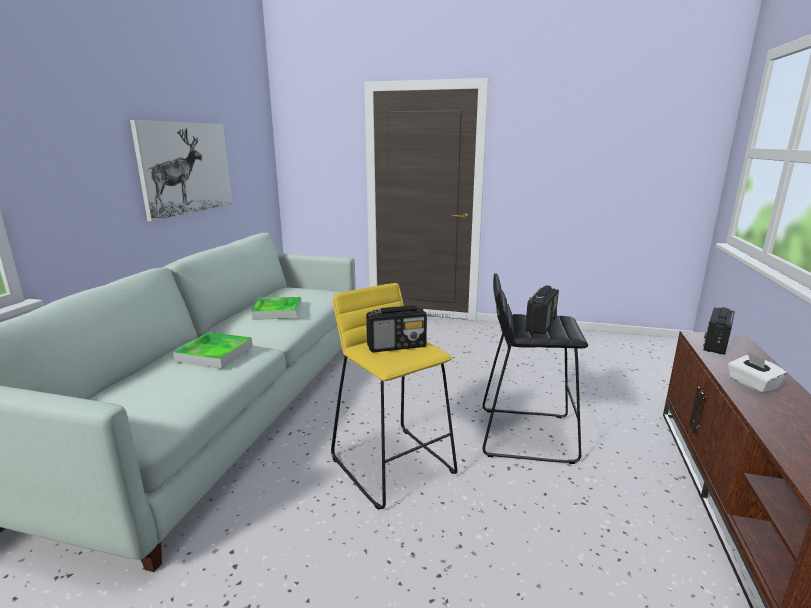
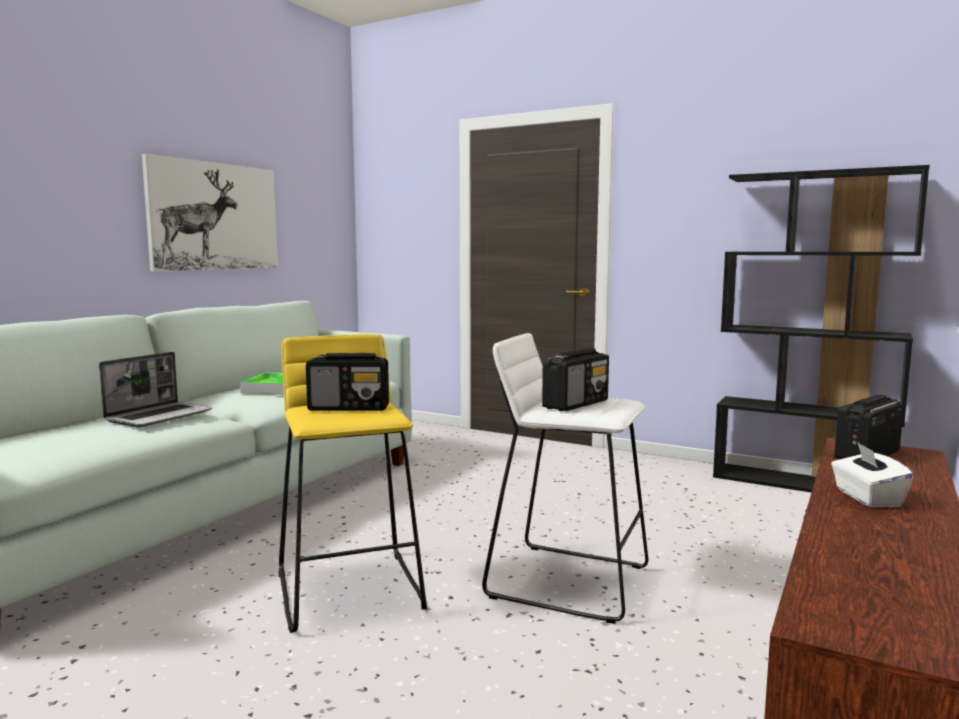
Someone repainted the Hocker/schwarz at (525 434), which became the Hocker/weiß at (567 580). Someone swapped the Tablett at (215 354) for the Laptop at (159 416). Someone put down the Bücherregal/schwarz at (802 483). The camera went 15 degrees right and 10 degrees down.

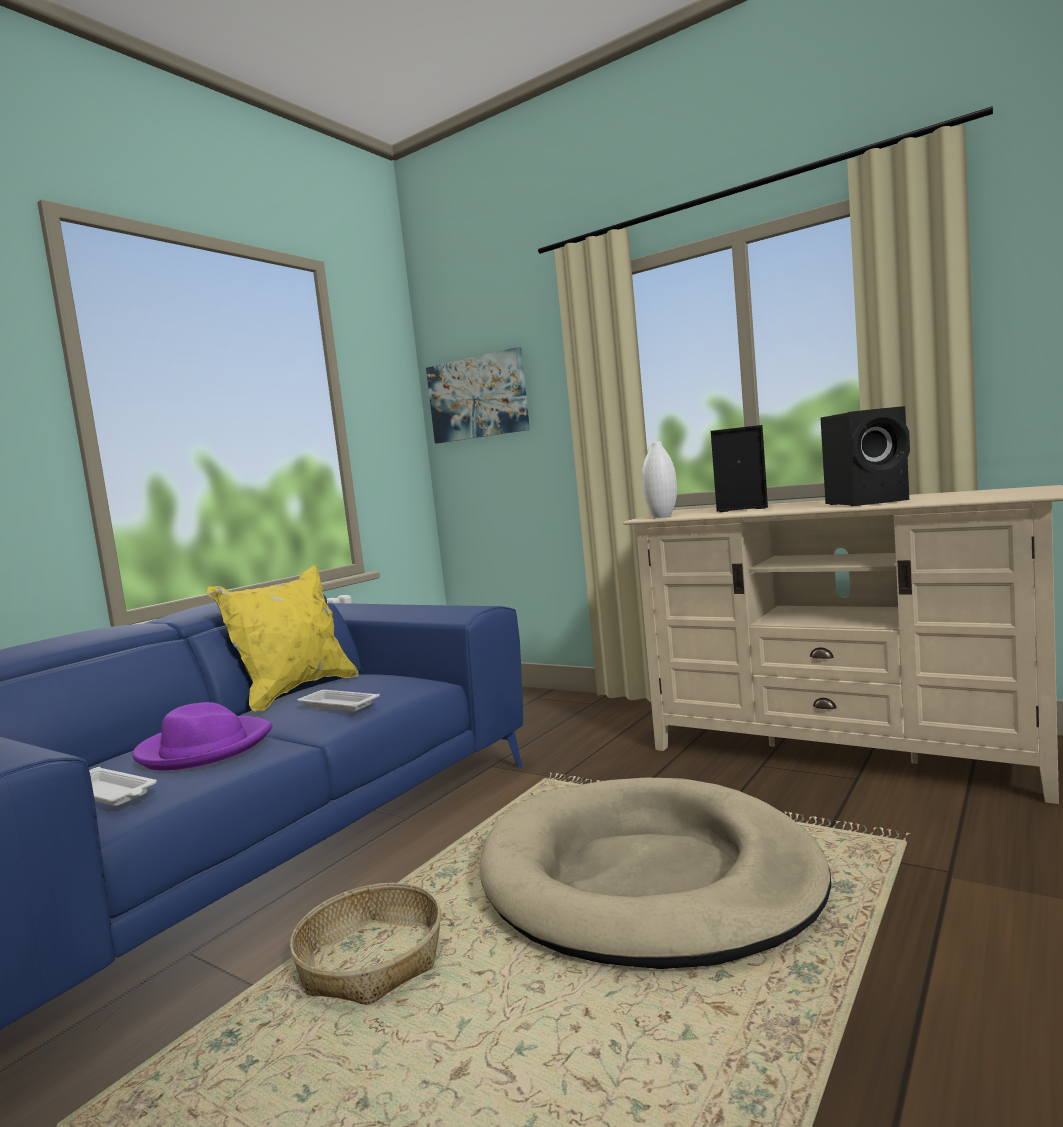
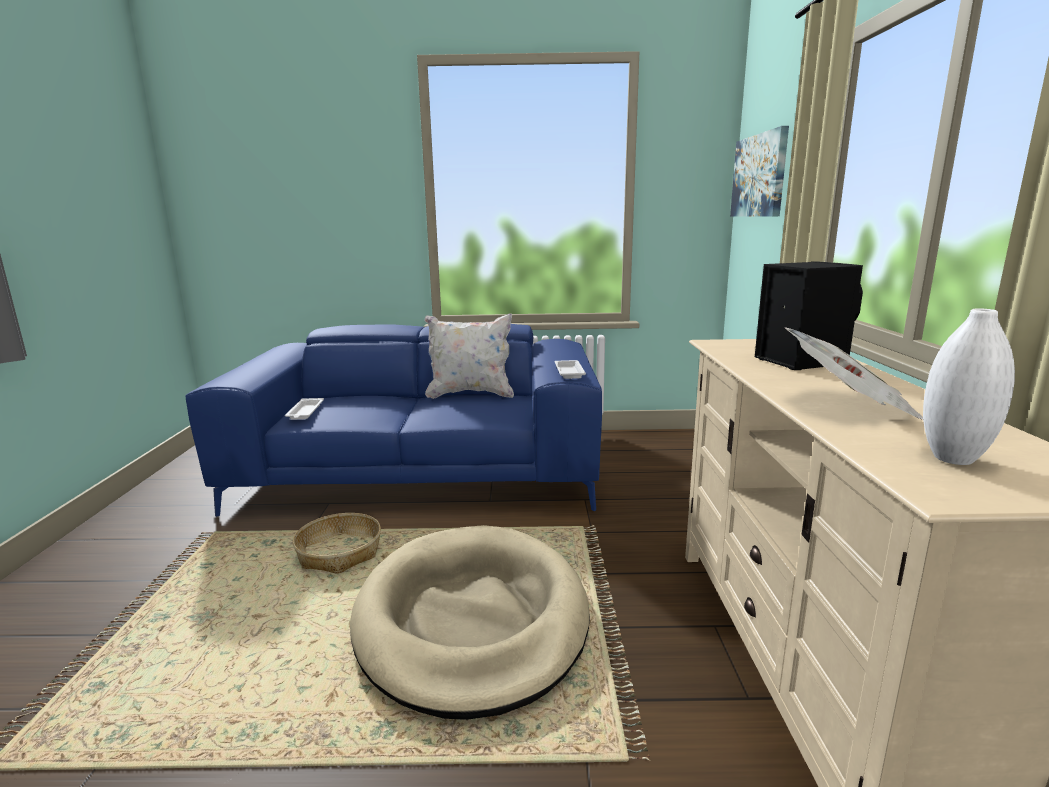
Someone swapped the Lautsprecher/schwarz at (869 502) for the Zeitung at (850 407). Someone carried the Vase/weiß from (662 516) to (953 458). Someone repainted the Kissen/gelb at (295 692), which became the Kissen/weiß at (470 394). Someone carried the Tablett/weiß from (337 705) to (569 372). Someone took away the Hut/lila at (204 748). The camera went 55 degrees right and 10 degrees up.

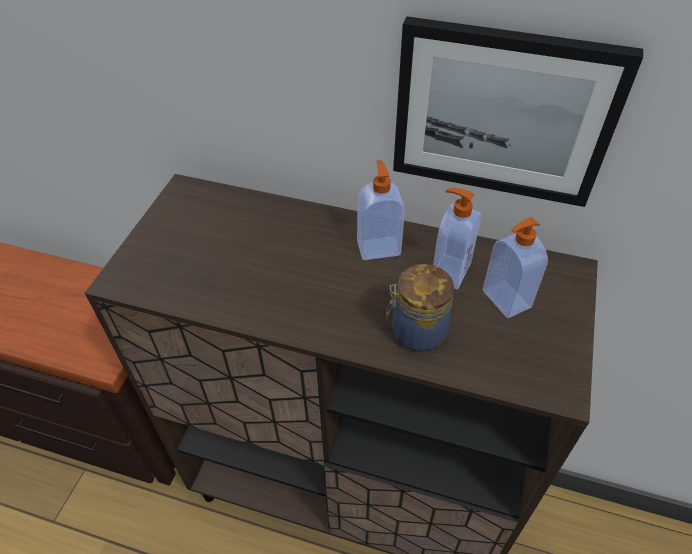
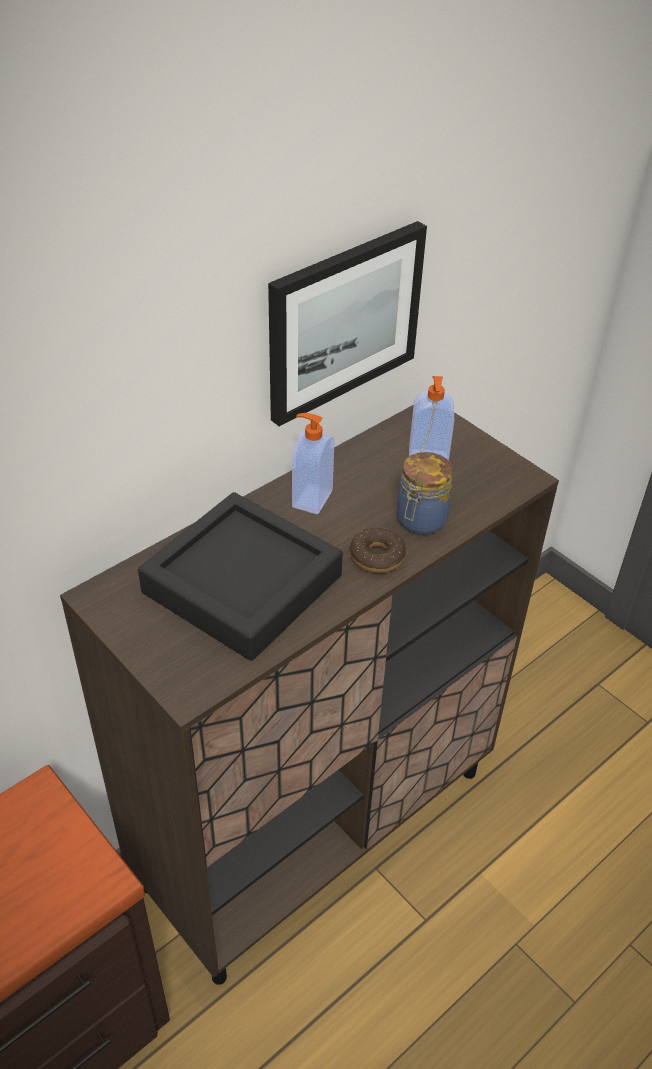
Someone took away the Seifenspender at (449 271). Someone put down the Tablett/schwarz at (242 584). Someone put down the Donut at (377 557). The camera went 60 degrees left and 5 degrees down.

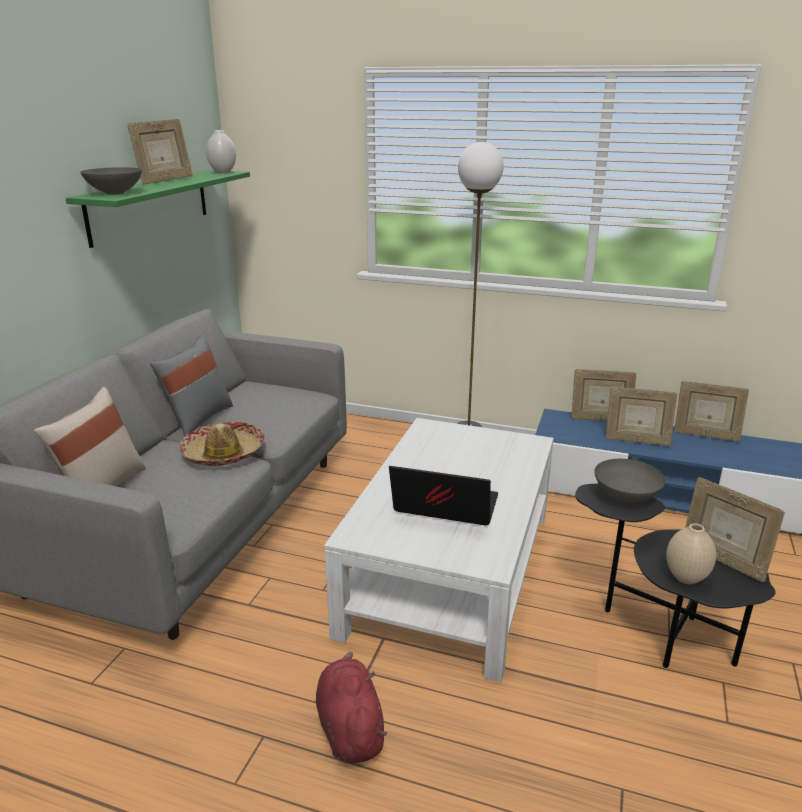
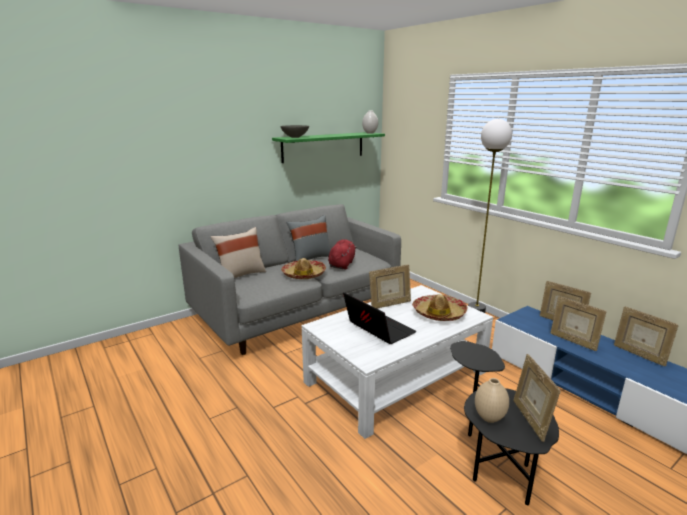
Someone carried the Bilderrahmen from (165 181) to (389 305). Someone took away the Schüssel/grau at (625 497). Someone carried the Plüschtier/rot from (350 727) to (342 264). Someone put down the Hut at (439 313). The camera went 35 degrees right and 5 degrees down.

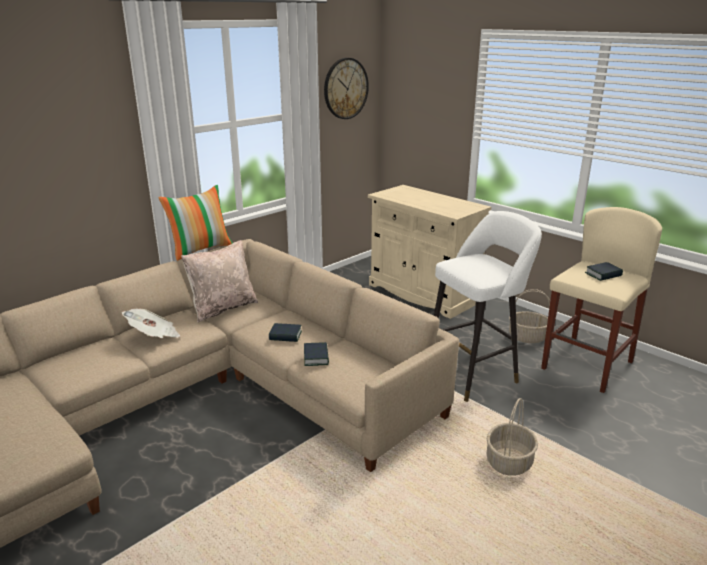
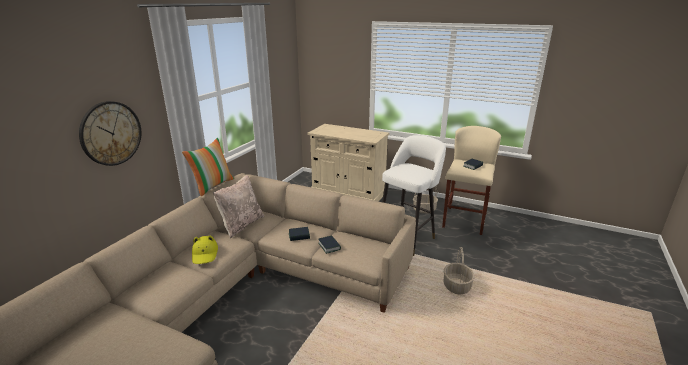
Someone carried the Wanduhr from (345 88) to (111 133). Someone swapped the Zeitung at (154 336) for the Hut/gelb at (205 254). The camera went 20 degrees left and 0 degrees up.

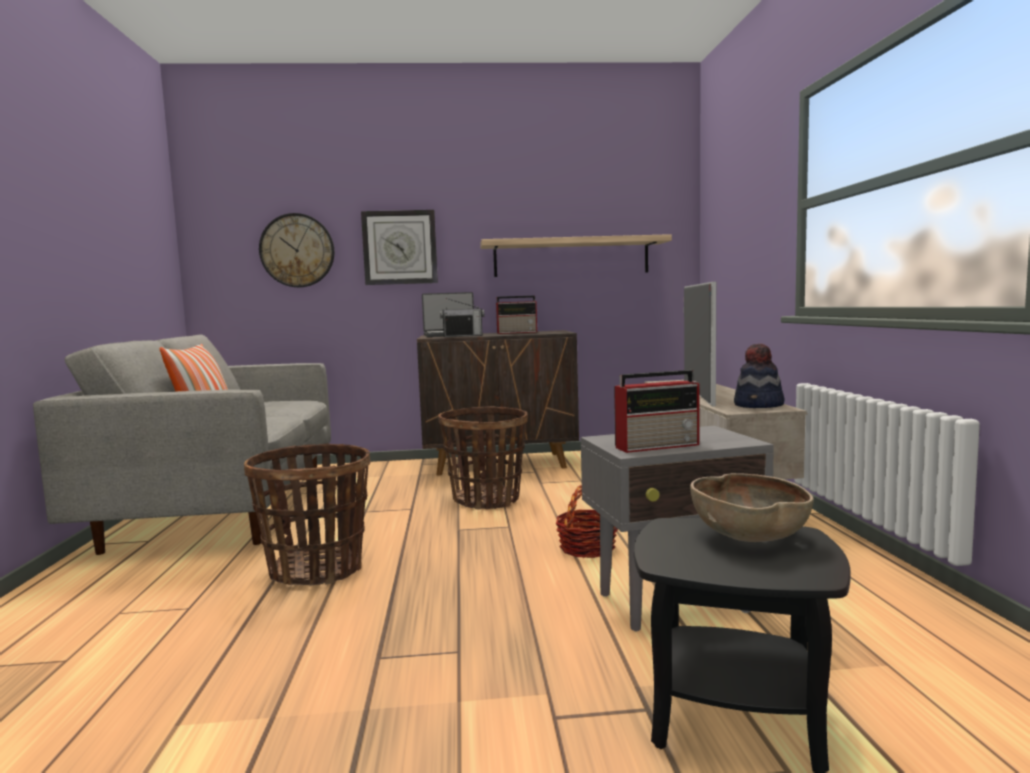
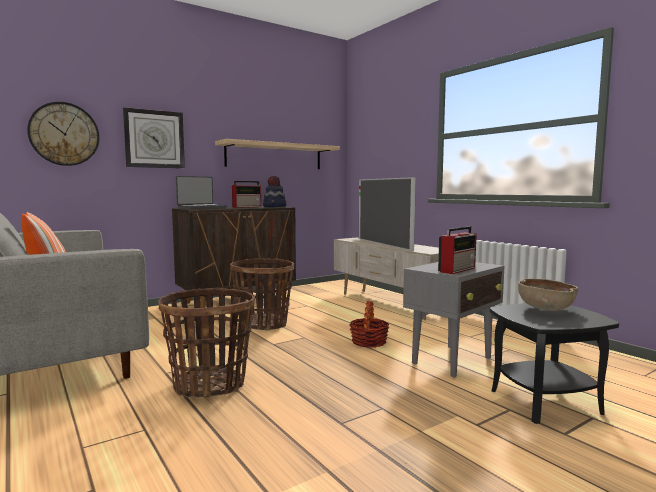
Someone took away the Radio at (463 336). Someone carried the Hut from (759 405) to (275 207). The camera went 30 degrees left and 0 degrees up.

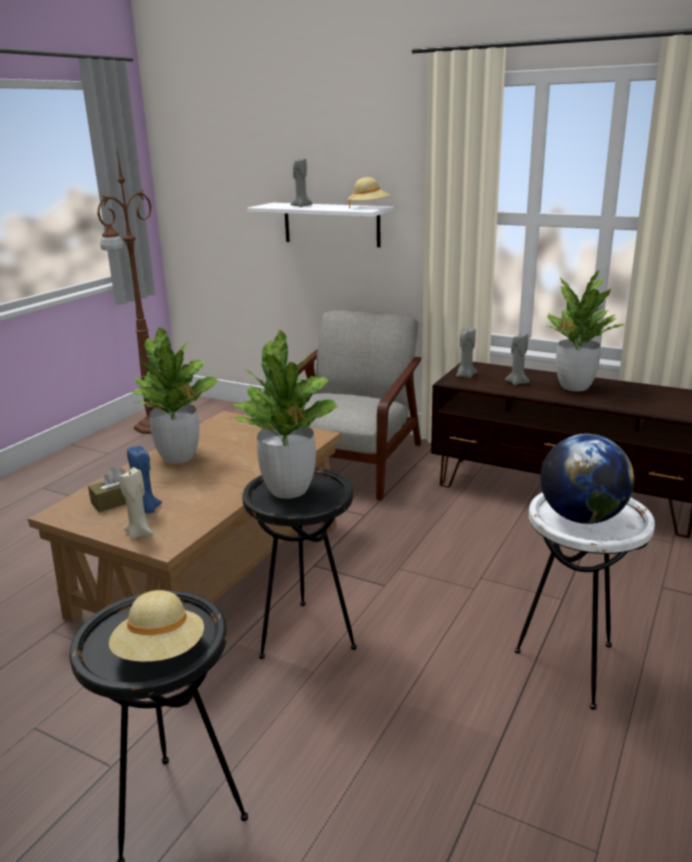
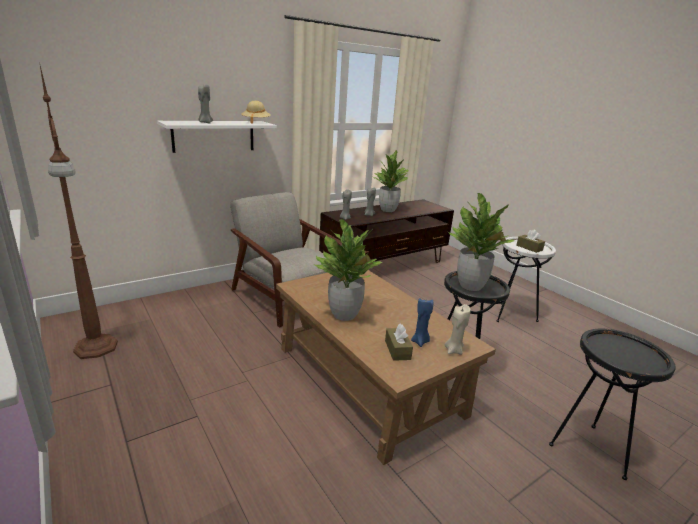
Someone swapped the Globus at (581 517) for the Taschentuchbox/braun at (529 248). Someone took away the Hut/beige at (160 652). The camera went 65 degrees left and 0 degrees up.

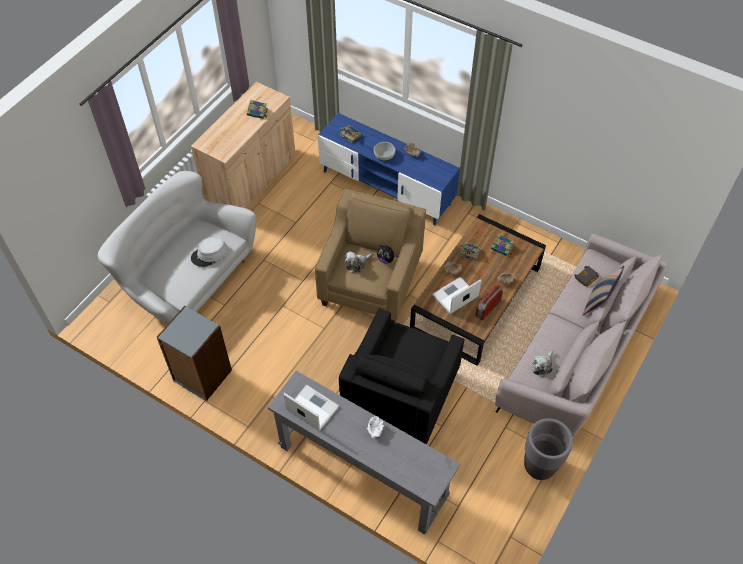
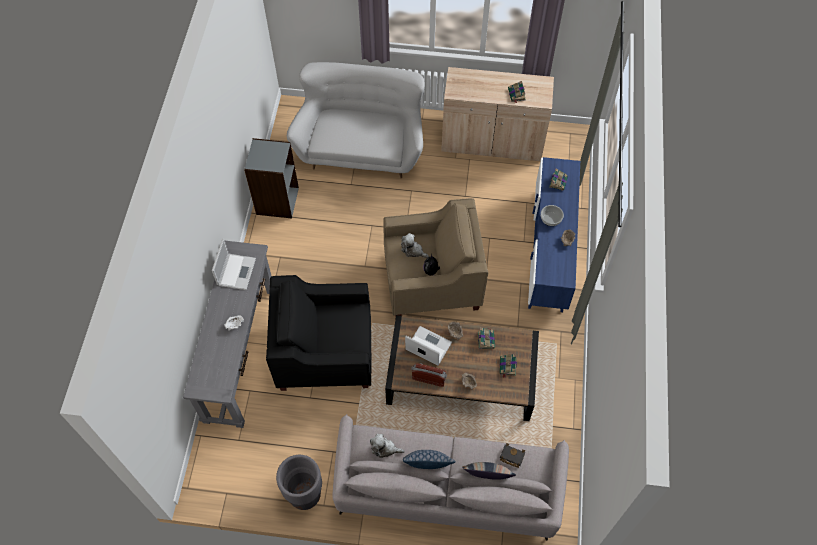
Someone took away the Hut/grau at (209 254). Someone put down the Kissen at (427 466). The camera went 65 degrees right and 5 degrees up.

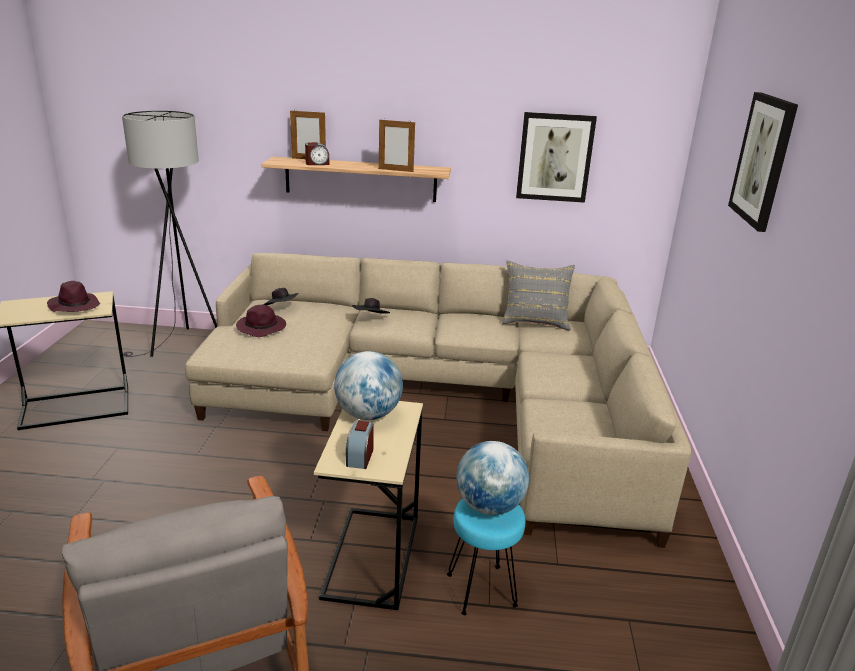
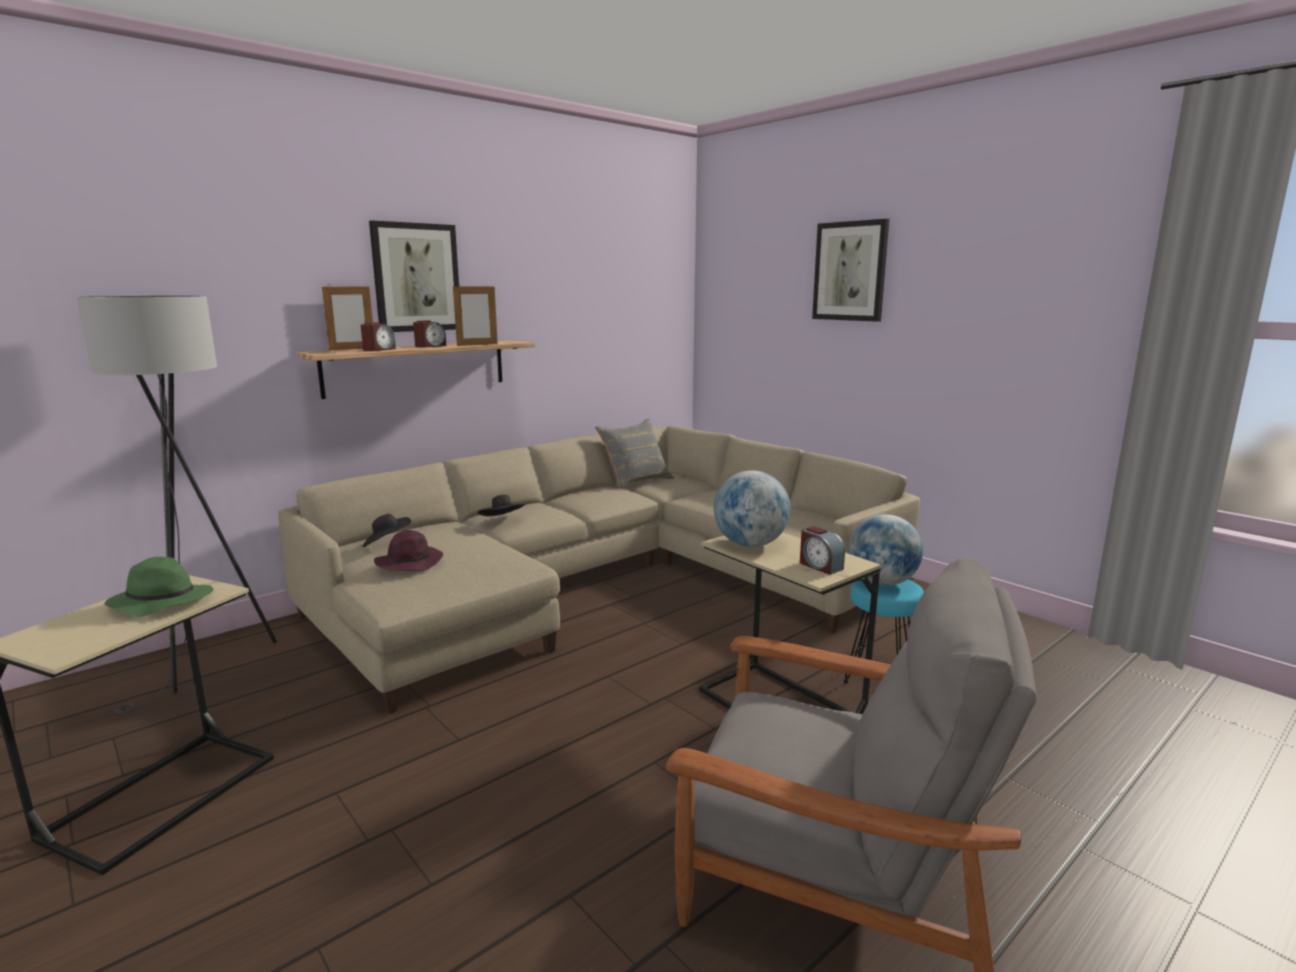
Someone carried the Bild from (555 157) to (416 277). Someone repainted the Hut/lila at (74 306), which became the Hut/grün at (160 602). Someone put down the Wecker at (430 346). The camera went 45 degrees left and 10 degrees down.

